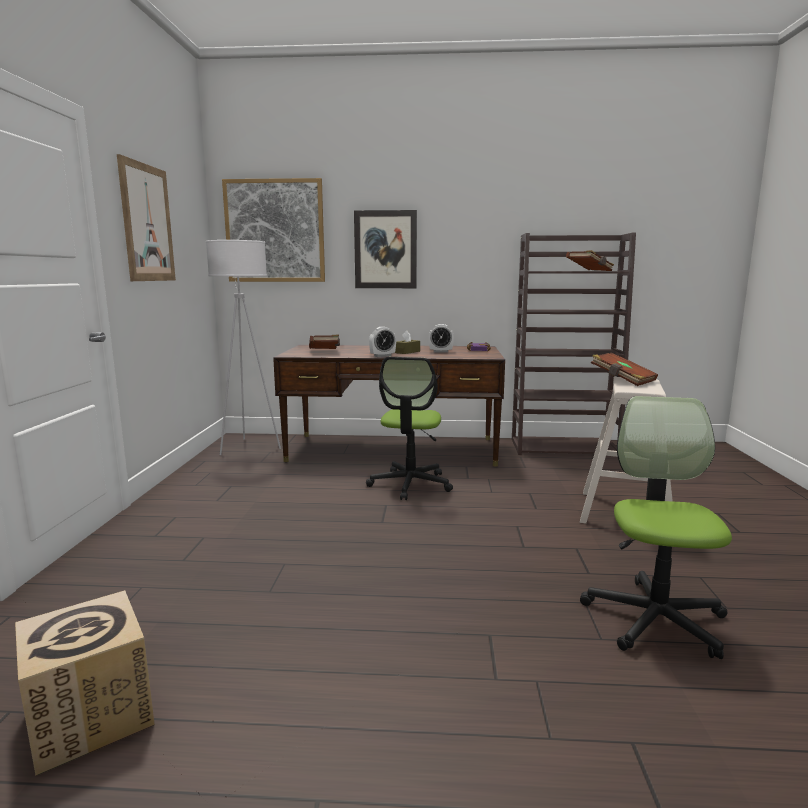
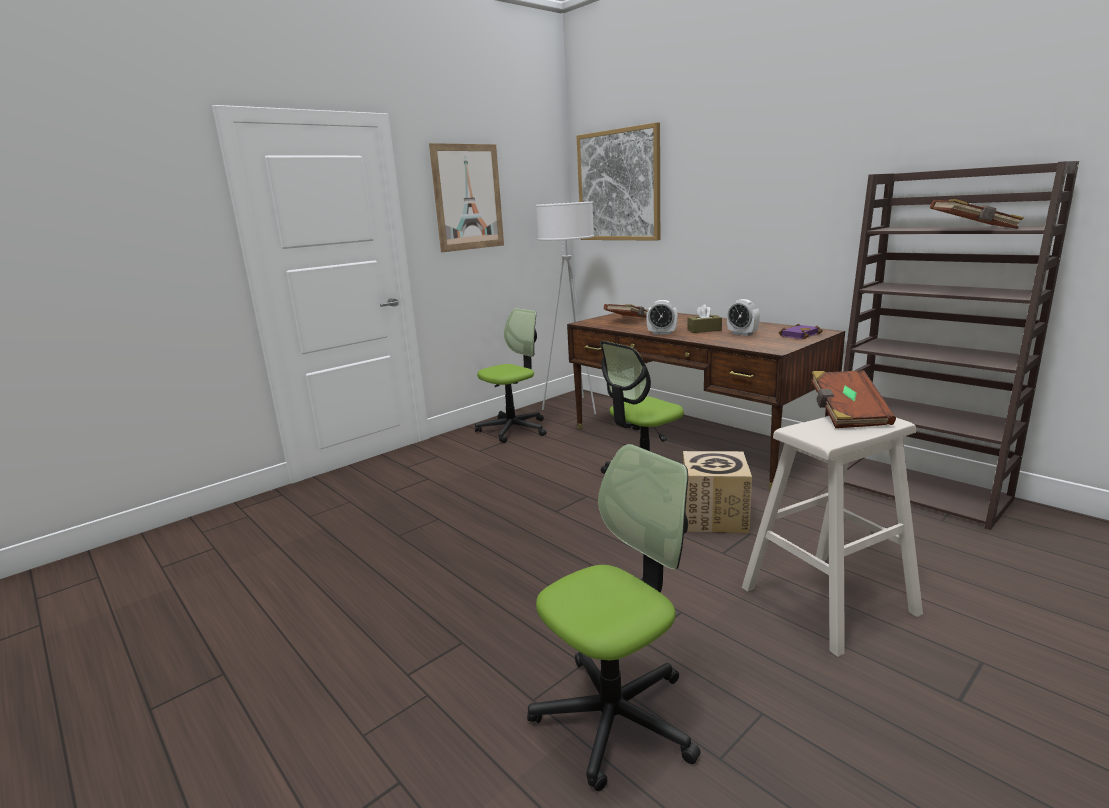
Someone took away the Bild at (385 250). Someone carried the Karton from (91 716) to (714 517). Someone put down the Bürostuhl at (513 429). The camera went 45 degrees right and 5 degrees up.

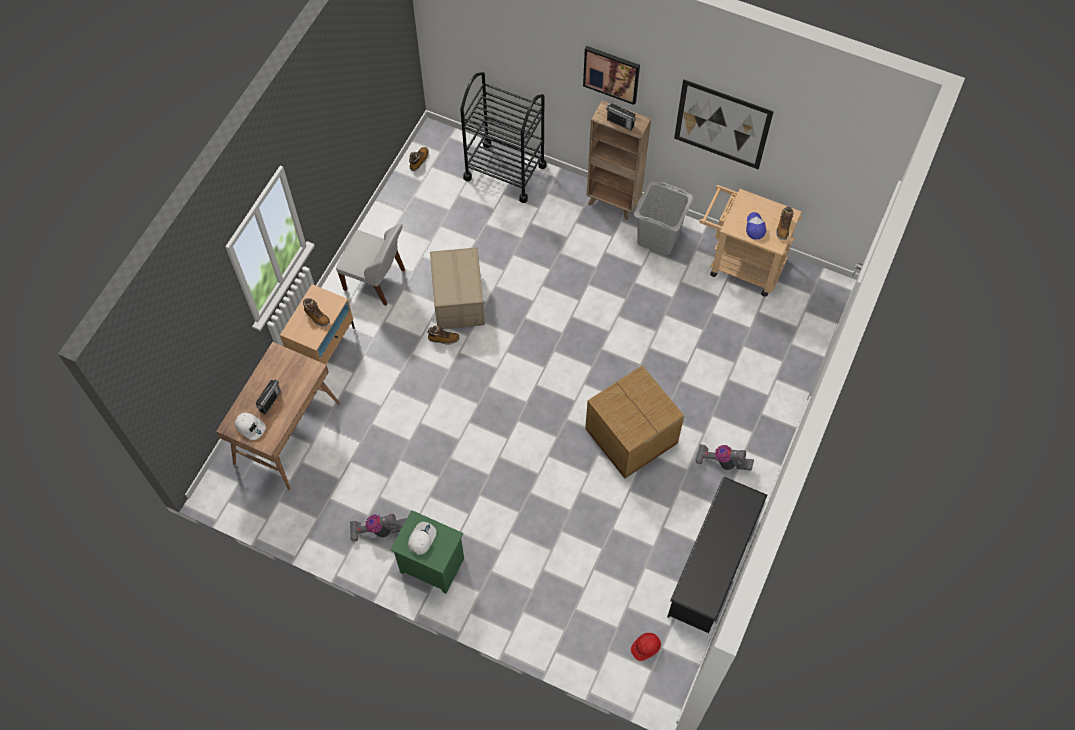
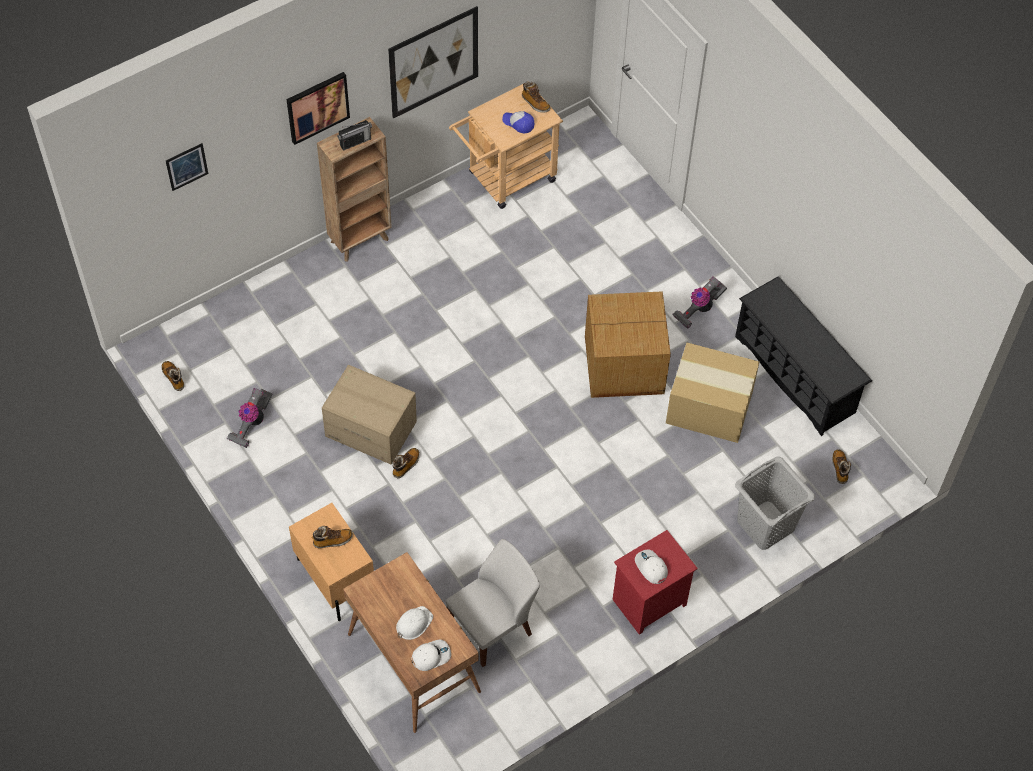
Someone took away the Rollwagen/schwarz at (505 171). Someone carried the Wäschekorb/grau from (658 237) to (765 525). Someone carried the Stuhl/weiß from (376 280) to (492 628). Someone swapped the Radio at (270 401) for the Schutzhelm/weiß at (413 623). Someone repainted the Nachttisch/grün at (431 566), which became the Nachttisch/rot at (649 603). Someone carried the Staubsauger from (378 531) to (251 423). Someone swapped the Schutzhelm/rot at (645 647) for the Stiefel at (840 468). Someone put up the Bild at (186 166). Someone put down the Karton at (710 408). The camera went 60 degrees left and 5 degrees down.

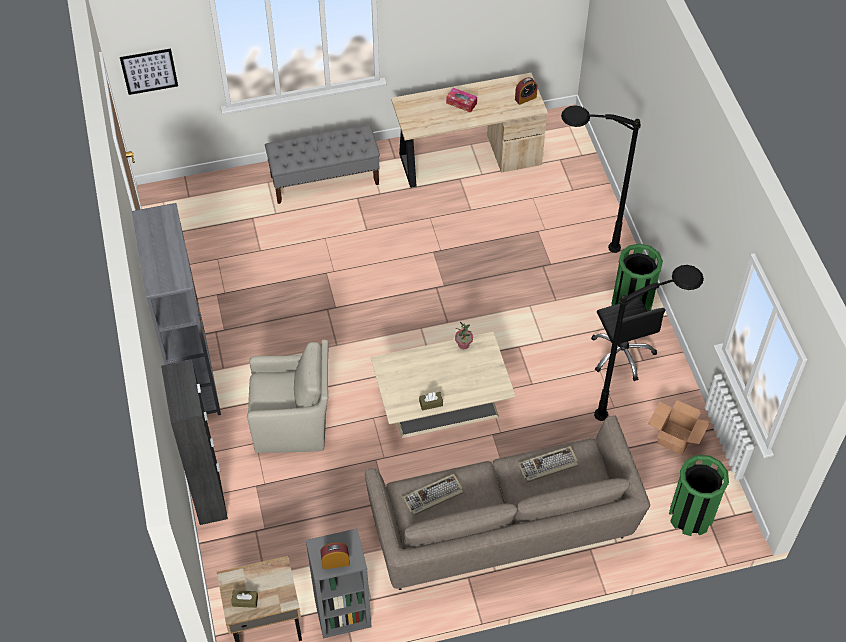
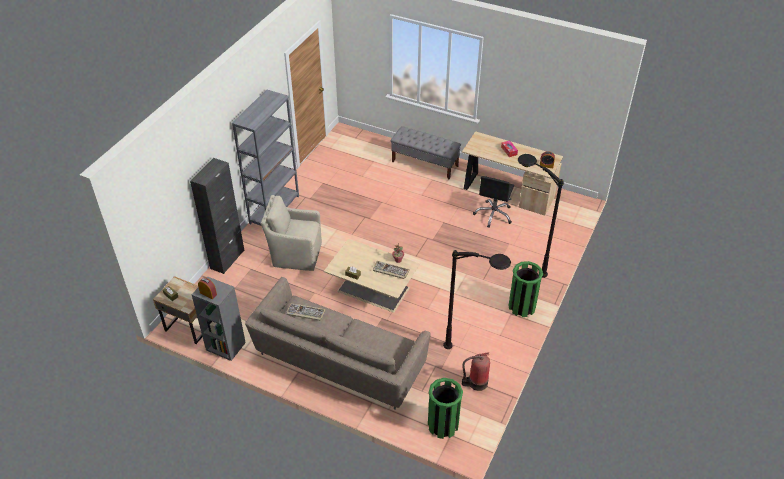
Someone took away the Bild at (149 71). Someone carried the Bürostuhl/schwarz from (622 354) to (493 215). Someone rotated the Sessel/beige at (293 424) by 150 degrees clockwise. Someone swapped the Karton at (675 438) for the Feuerlöscher at (476 383). Someone carried the Tastatur from (548 466) to (390 271). The camera went 40 degrees right and 10 degrees down.

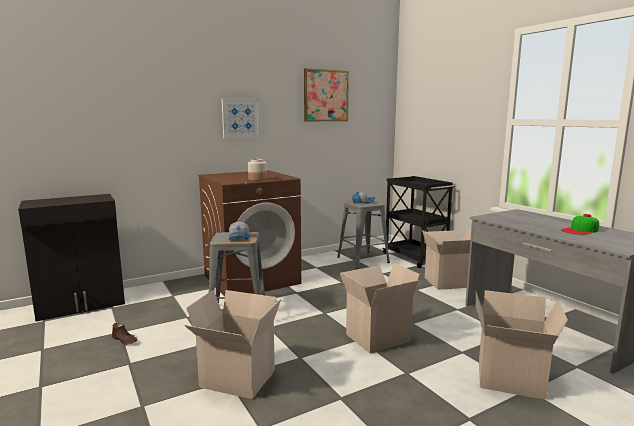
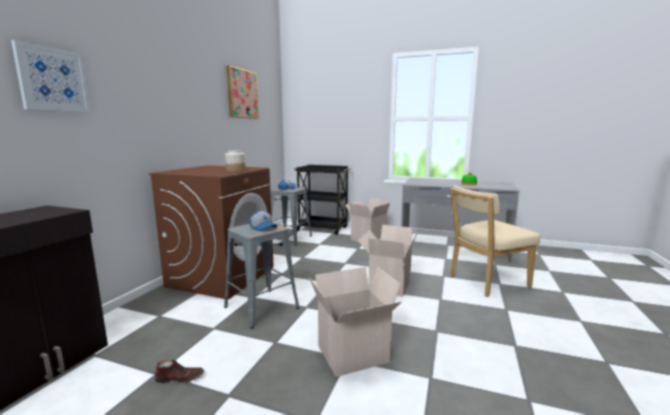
Someone carried the Bild from (240 118) to (53 79). Someone swapped the Karton at (509 380) for the Stuhl/beige at (485 282). The camera went 40 degrees left and 0 degrees up.

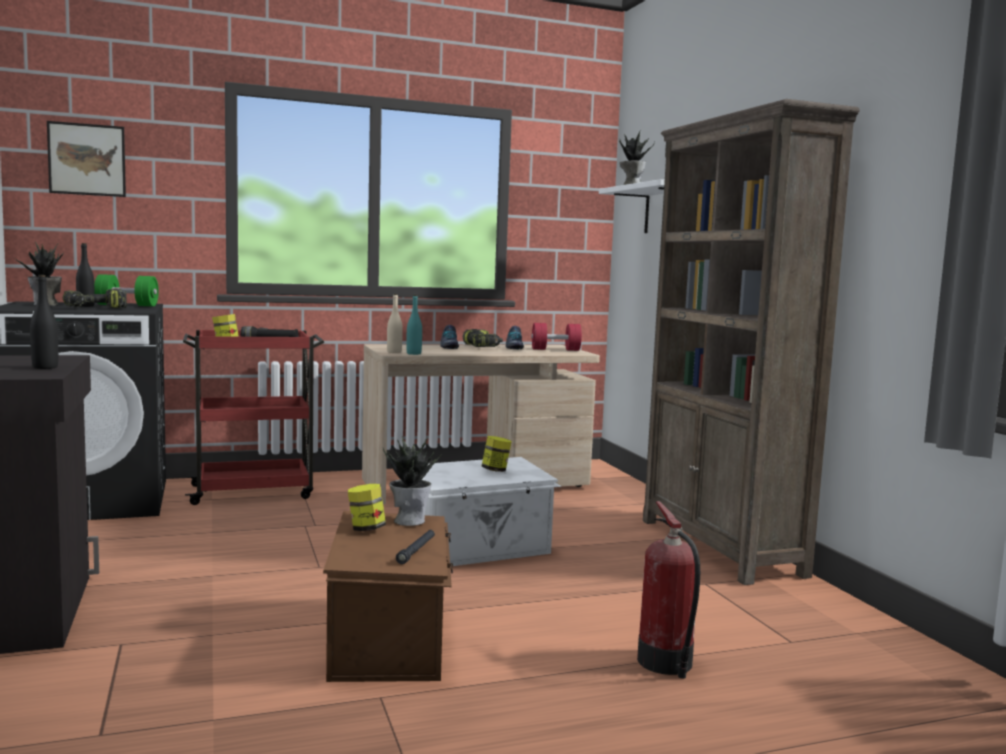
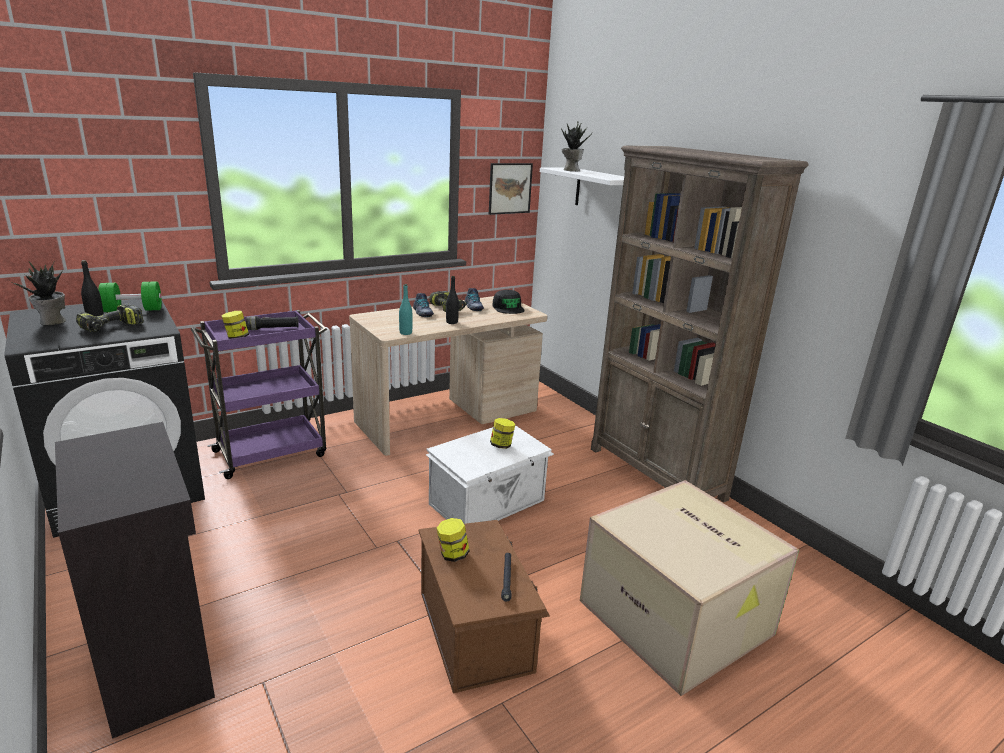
Someone carried the Bild from (87 159) to (510 188). Someone carried the Flasche/schwarz from (45 367) to (452 322). Someone took away the Flasche/beige at (394 352). Someone swapped the Hantel/rot at (555 350) for the Kappe/schwarz at (508 308). Someone repainted the Rollwagen/rot at (254 491), which became the Rollwagen/lila at (272 453). Someone took away the Topfpflanze at (409 520). Someone swapped the Feuerlöscher at (666 663) for the Karton at (678 618). The camera went 15 degrees left and 15 degrees up.

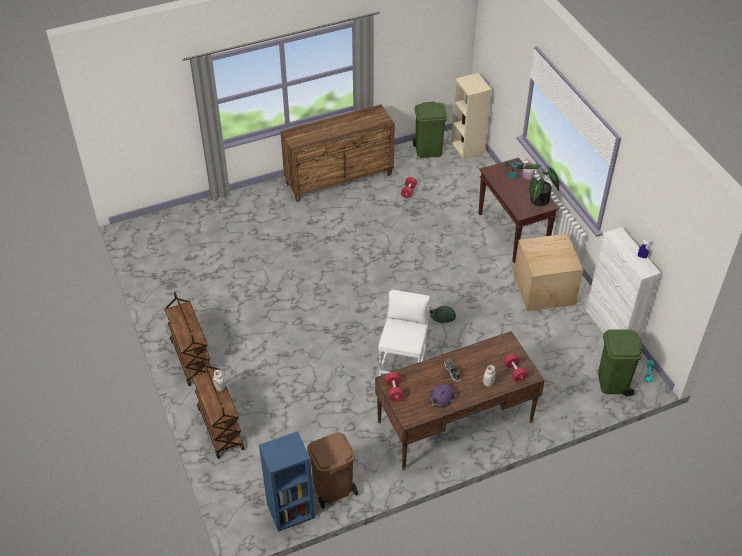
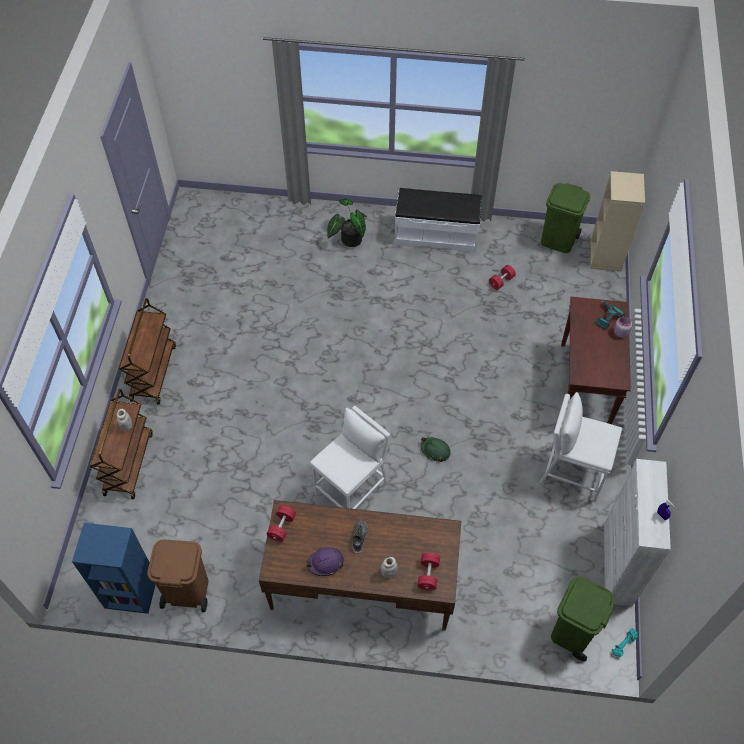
Someone swapped the Kommode/braun at (339 179) for the Bank/weiß at (436 234). Someone carried the Topfpflanze from (537 201) to (349 239). Someone swapped the Karton at (543 288) for the Hocker/weiß at (572 472). The camera went 30 degrees right and 10 degrees up.

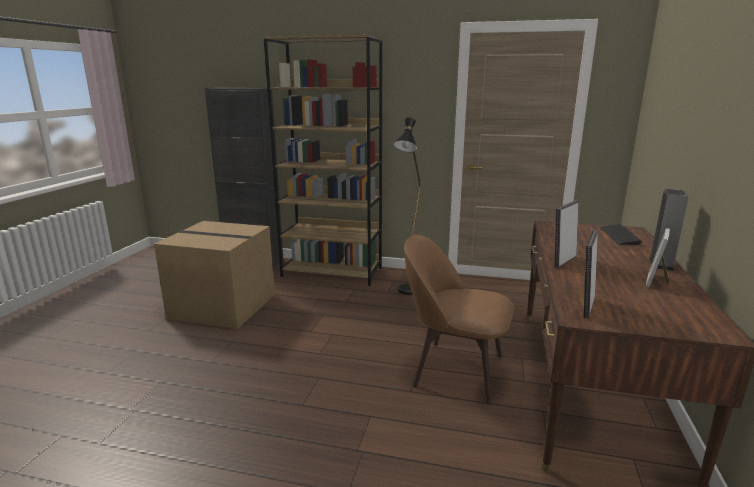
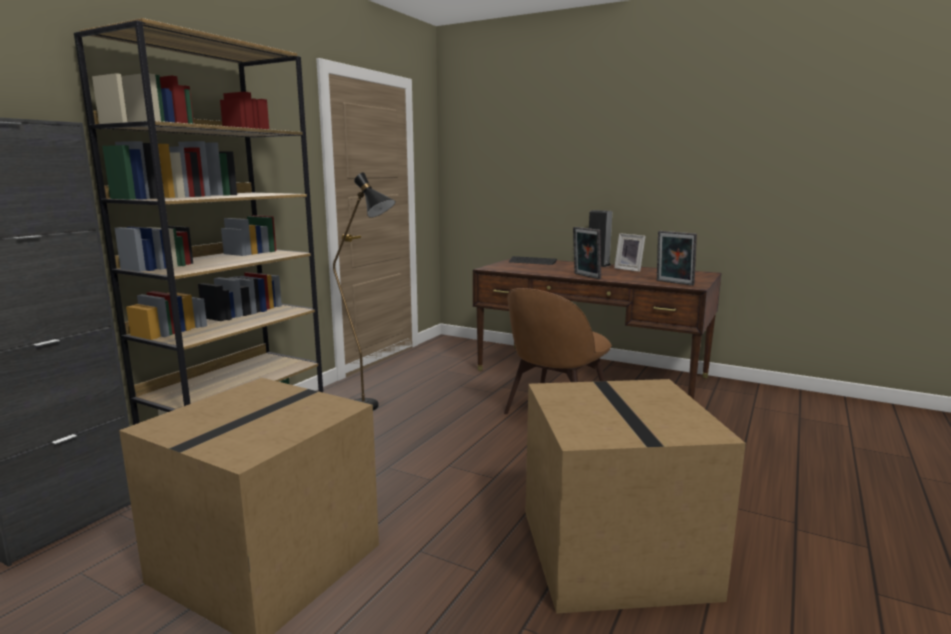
Someone put down the Karton at (617 554). The camera went 75 degrees left and 5 degrees down.

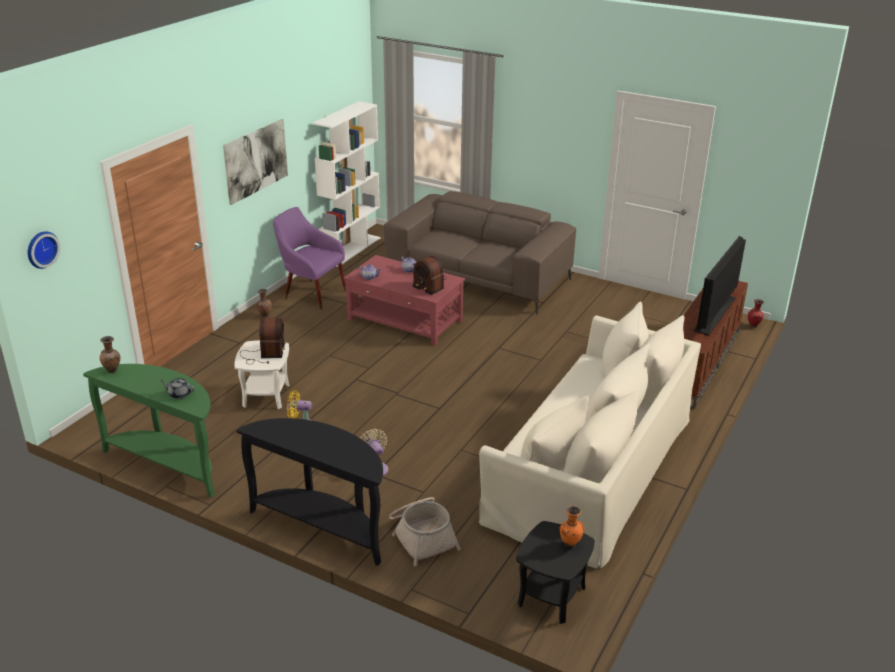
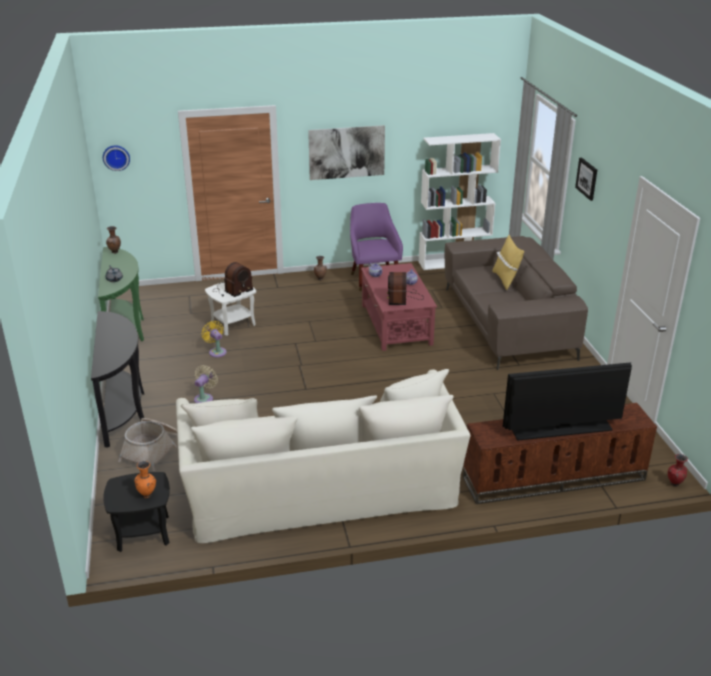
Someone put up the Bild at (587 178). Someone put down the Kissen/gelb at (505 280). The camera went 50 degrees right and 0 degrees up.

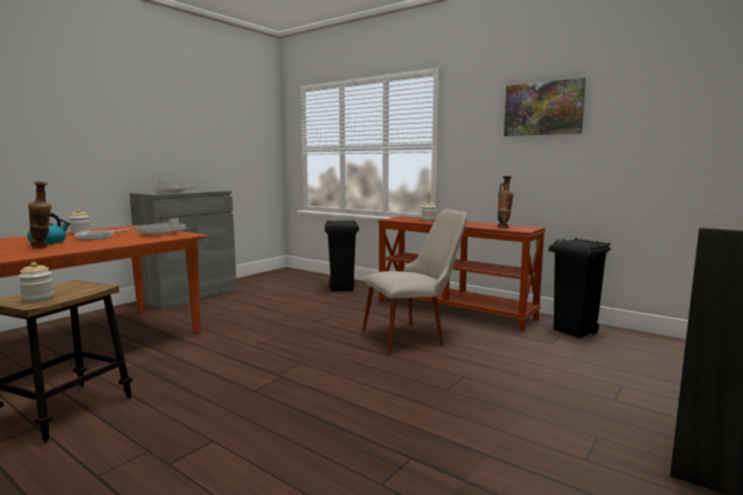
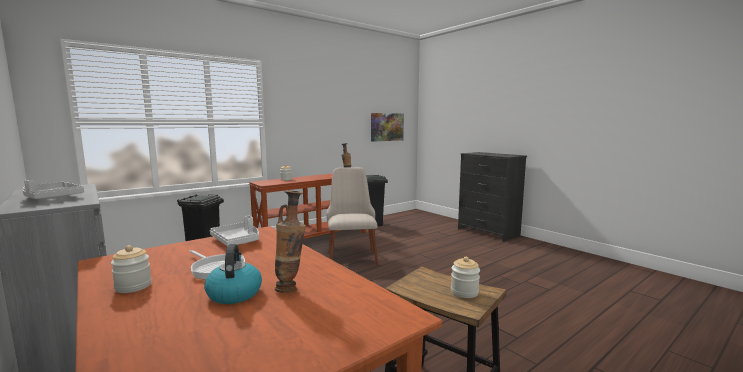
Someone carried the Bild from (543 109) to (387 127). The camera went 75 degrees left and 0 degrees up.

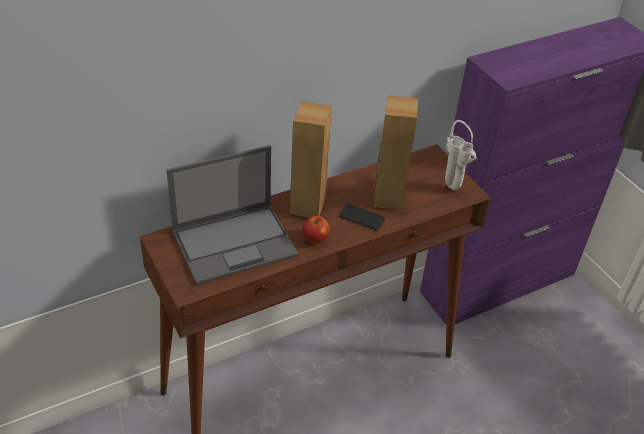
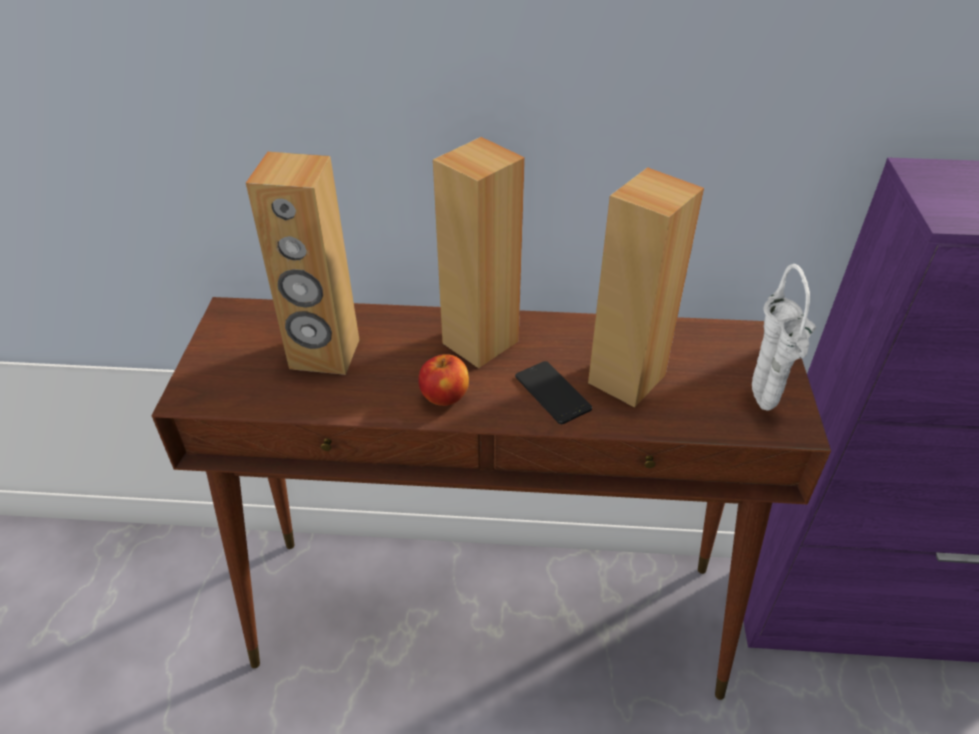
Someone swapped the Laptop at (236 242) for the Lautsprecher/braun at (324 355). The camera went 35 degrees right and 0 degrees up.

